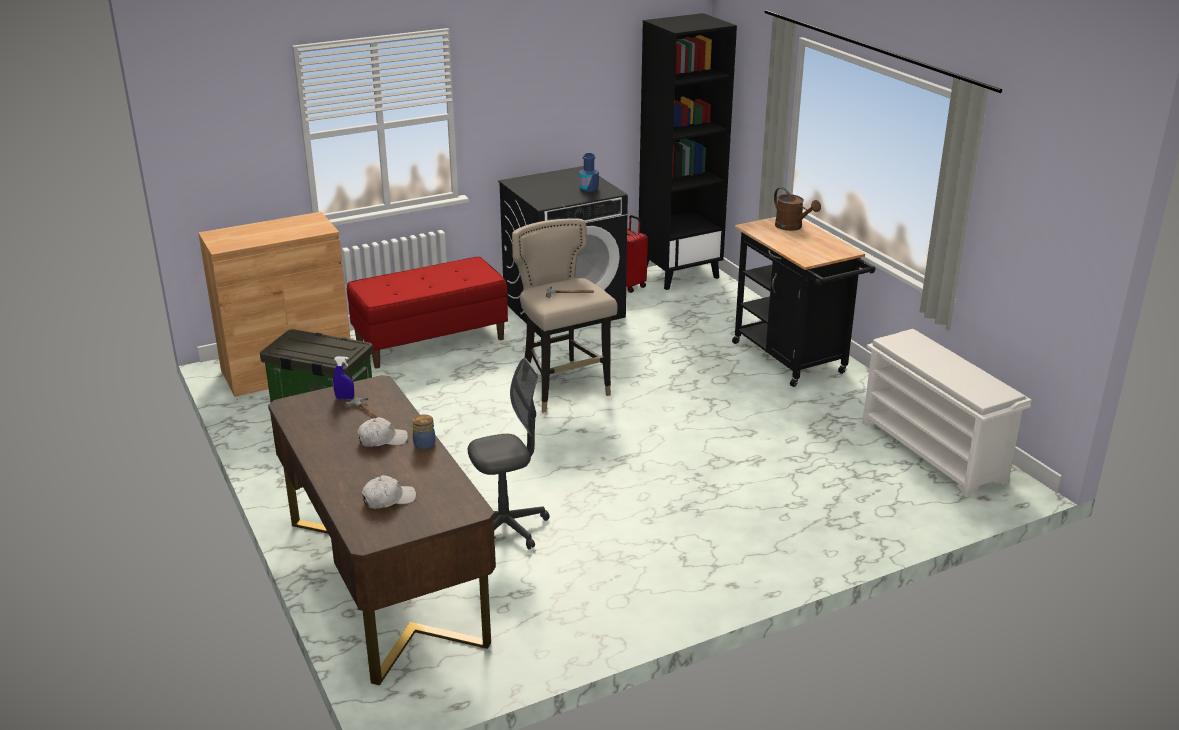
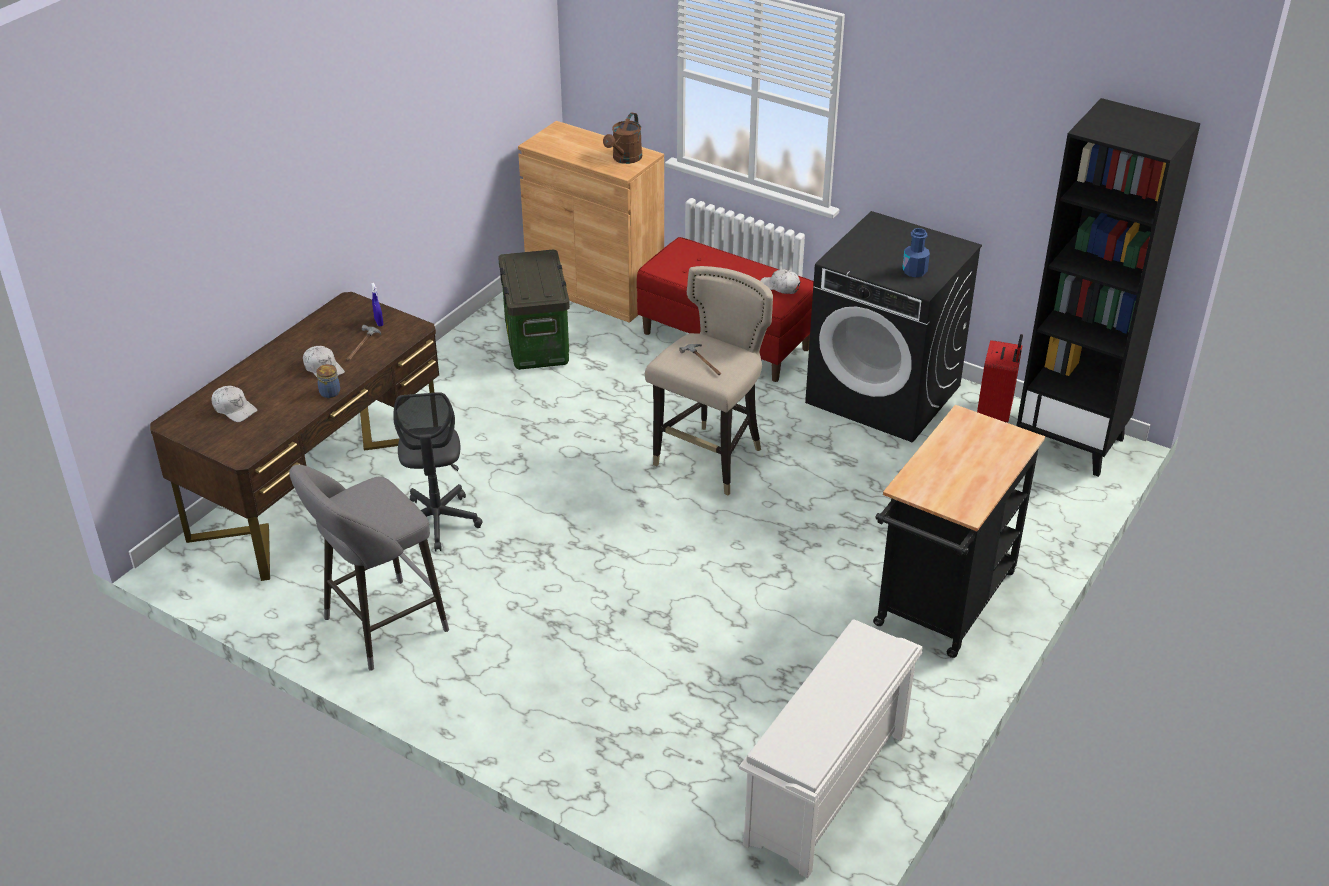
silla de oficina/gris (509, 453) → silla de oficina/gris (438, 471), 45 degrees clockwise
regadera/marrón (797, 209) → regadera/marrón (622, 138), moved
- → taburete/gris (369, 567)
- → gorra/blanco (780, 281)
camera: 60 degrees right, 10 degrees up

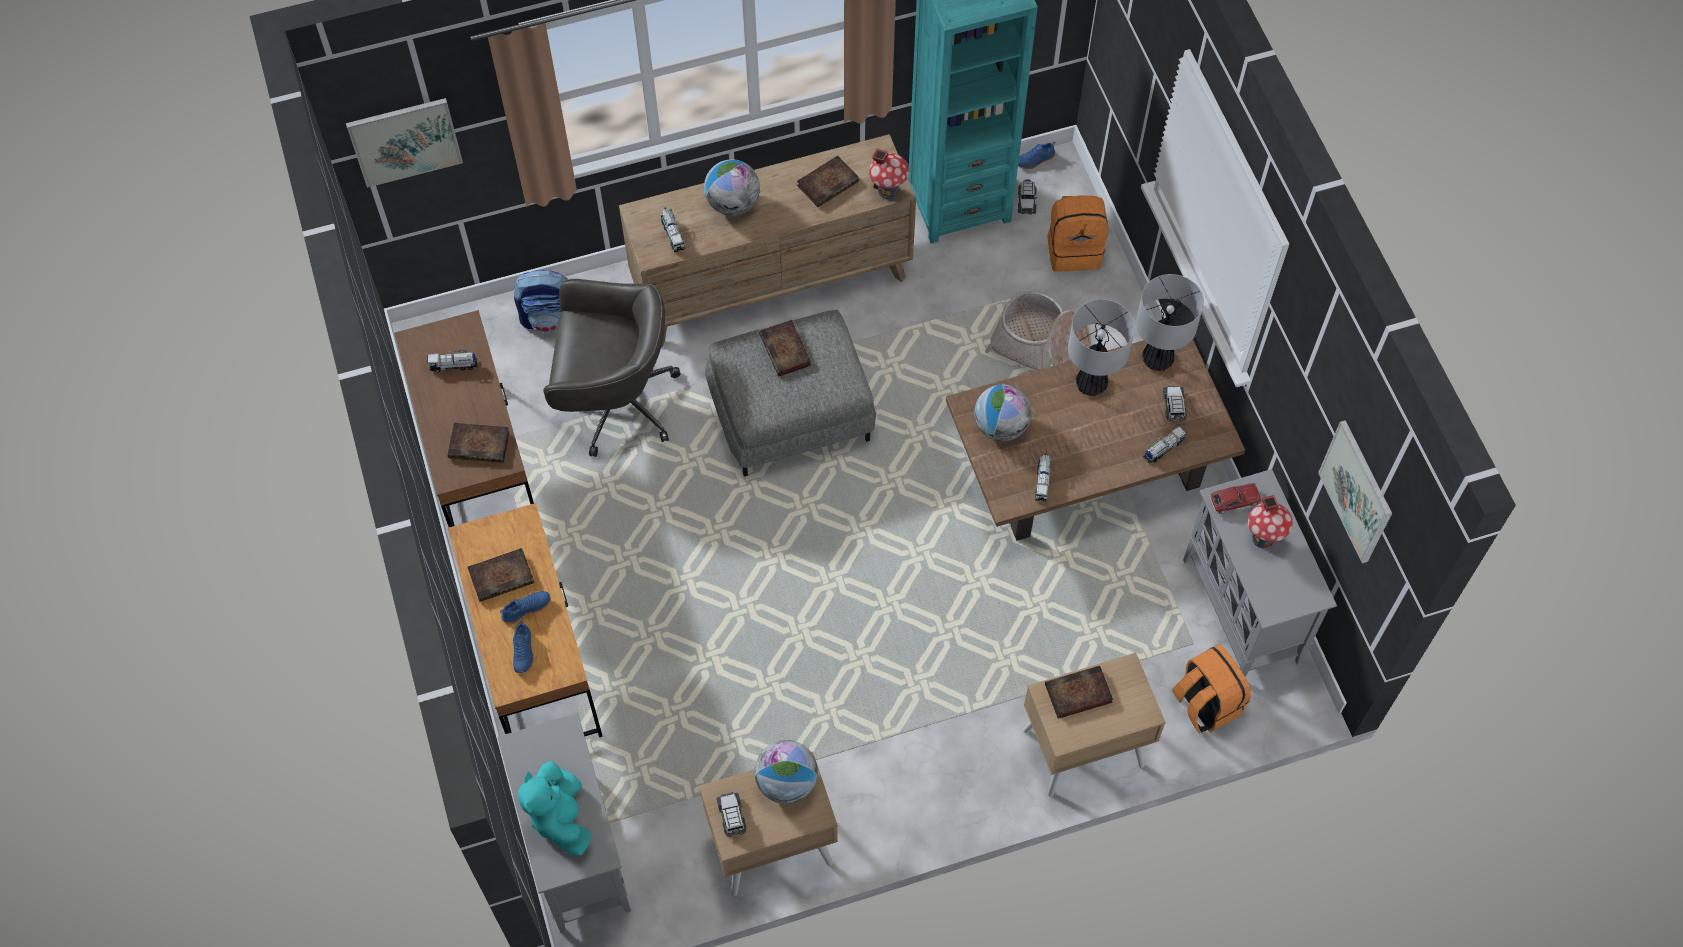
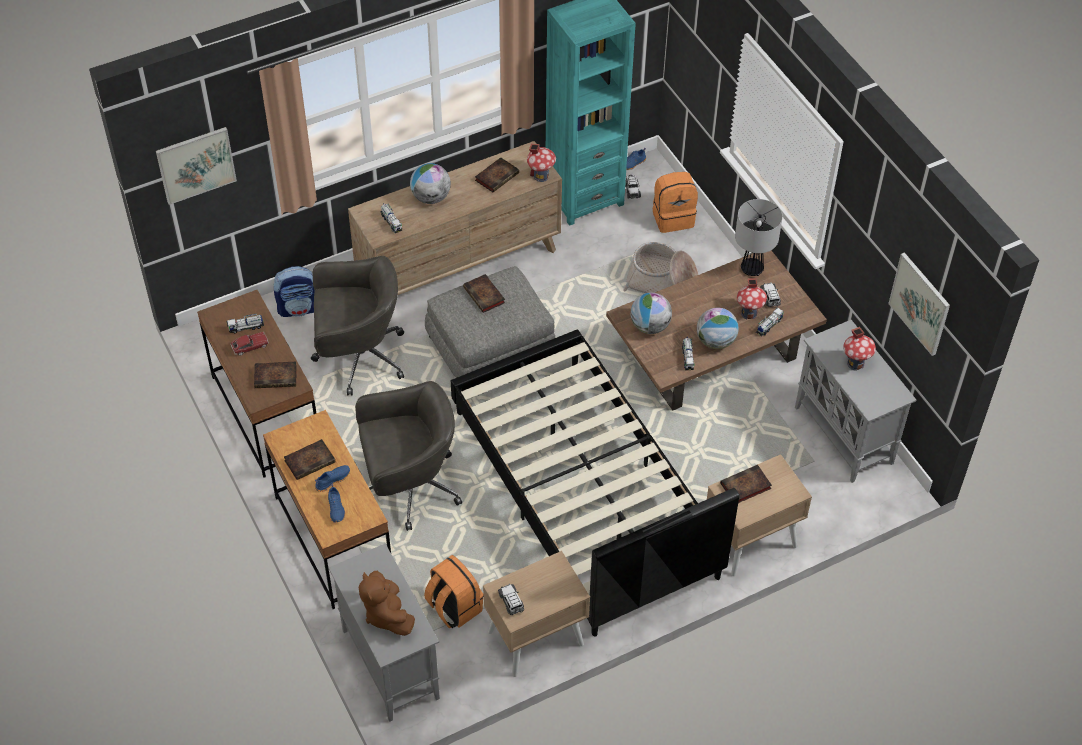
peluche/turquesa (555, 808) → peluche/marrón (387, 603)
globo terráqueo (786, 772) → globo terráqueo (718, 328), moved
lámpara de mesa (1101, 347) → -
mochila/naranja (1211, 688) → mochila/naranja (454, 591), moved
coche de juguete (1235, 498) → coche de juguete (249, 344), moved
- → silla de oficina/gris (408, 456)
- → cama/negro (595, 483)
- → casita (752, 298)
camera: 10 degrees left, 10 degrees down

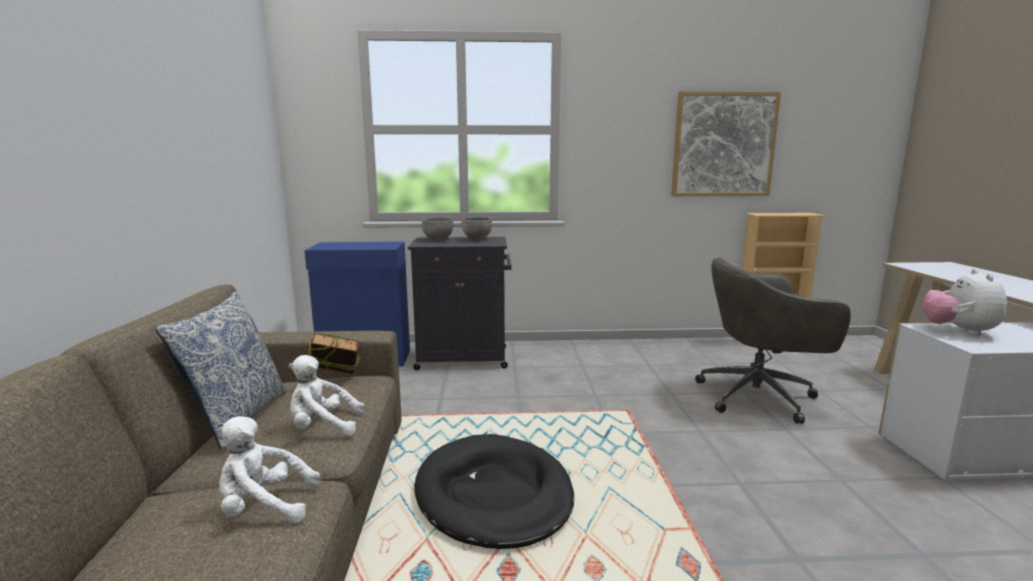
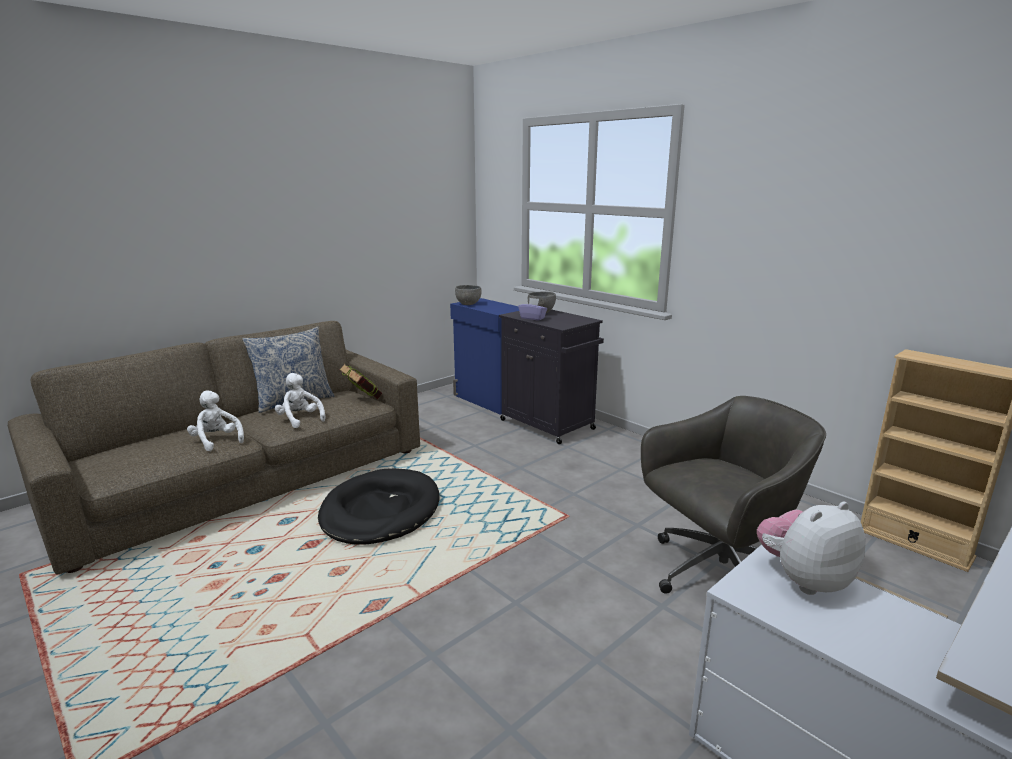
cuenco/gris (476, 228) → cuenco/gris (468, 295), moved
cuadro (726, 143) → -
silla de oficina/gris (773, 341) → silla de oficina/gris (733, 495), 105 degrees clockwise
- → caja de pañuelos/morado (532, 309)
camera: 50 degrees right, 5 degrees up

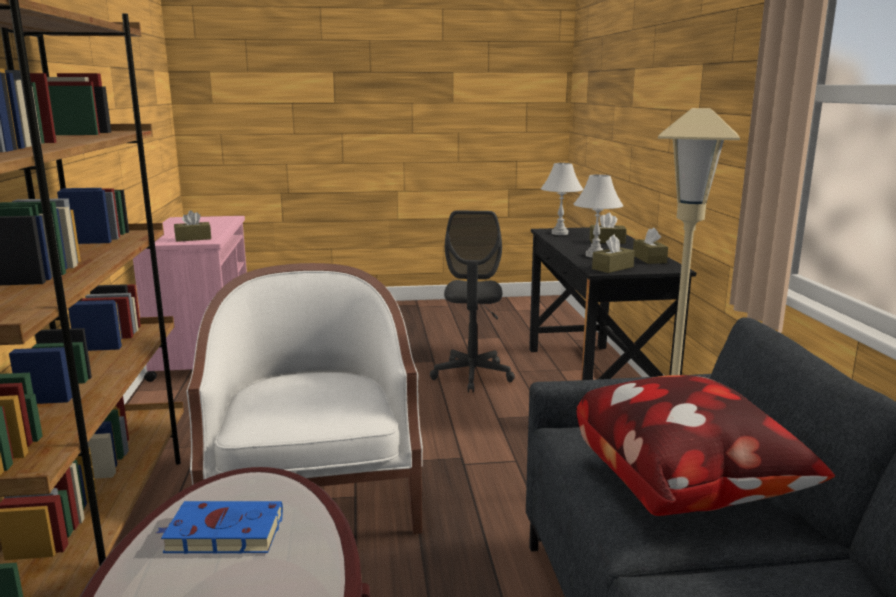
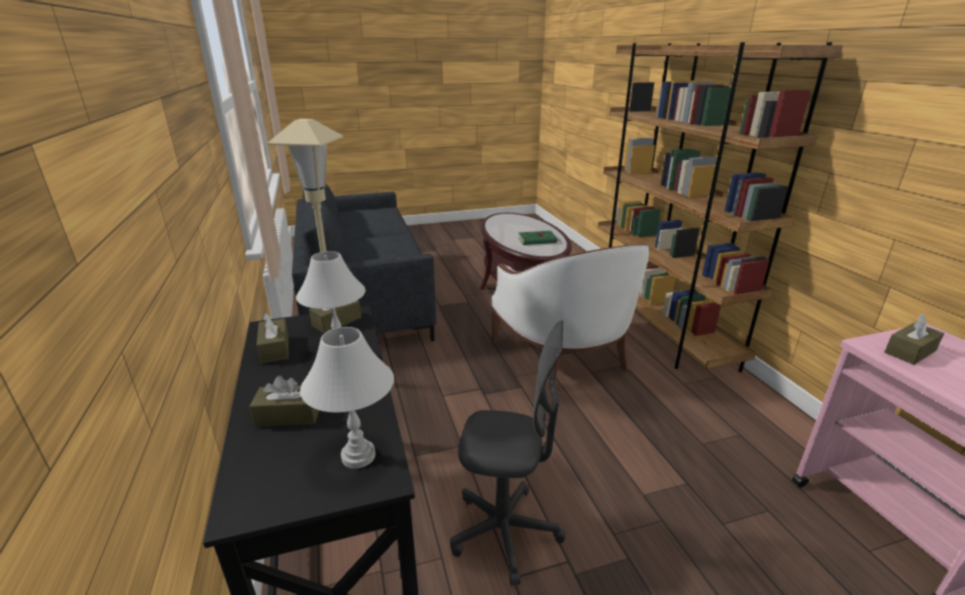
libro/azul (219, 527) → libro/verde (537, 238)
silla de oficina/gris (472, 302) → silla de oficina/gris (507, 453), 105 degrees clockwise
cojín (706, 445) → -
camera: 170 degrees right, 10 degrees up

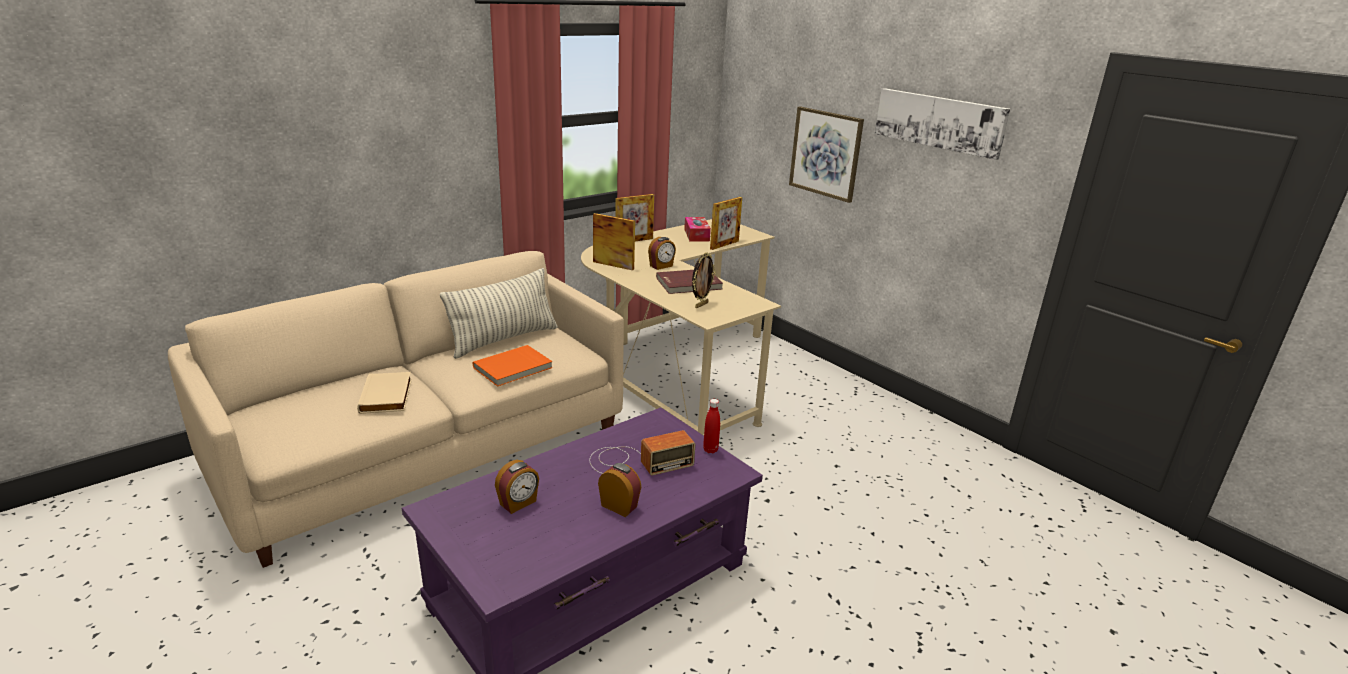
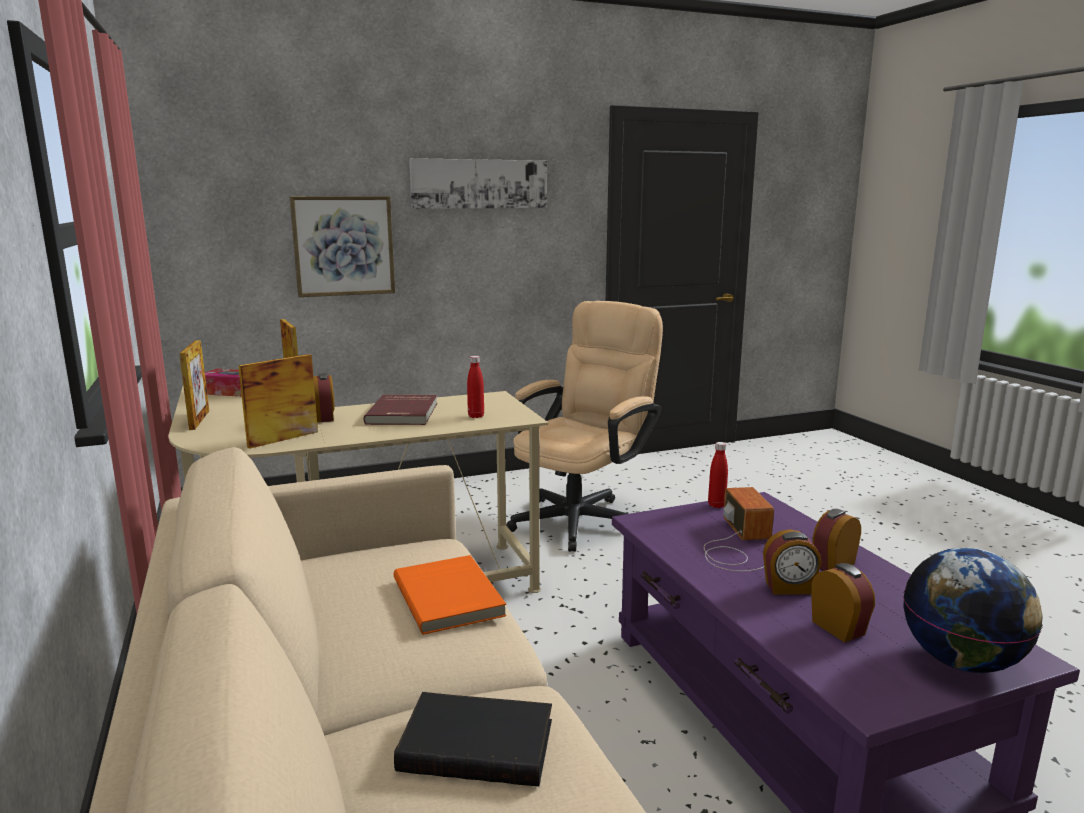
libro/beis (384, 393) → libro/negro (473, 739)
cojín (499, 313) → -
portarretratos (703, 280) → botella/rojo (475, 387)
- → silla de oficina/beis (584, 426)
- → despertador (792, 562)
- → globo terráqueo (973, 610)
camera: 70 degrees left, 10 degrees down

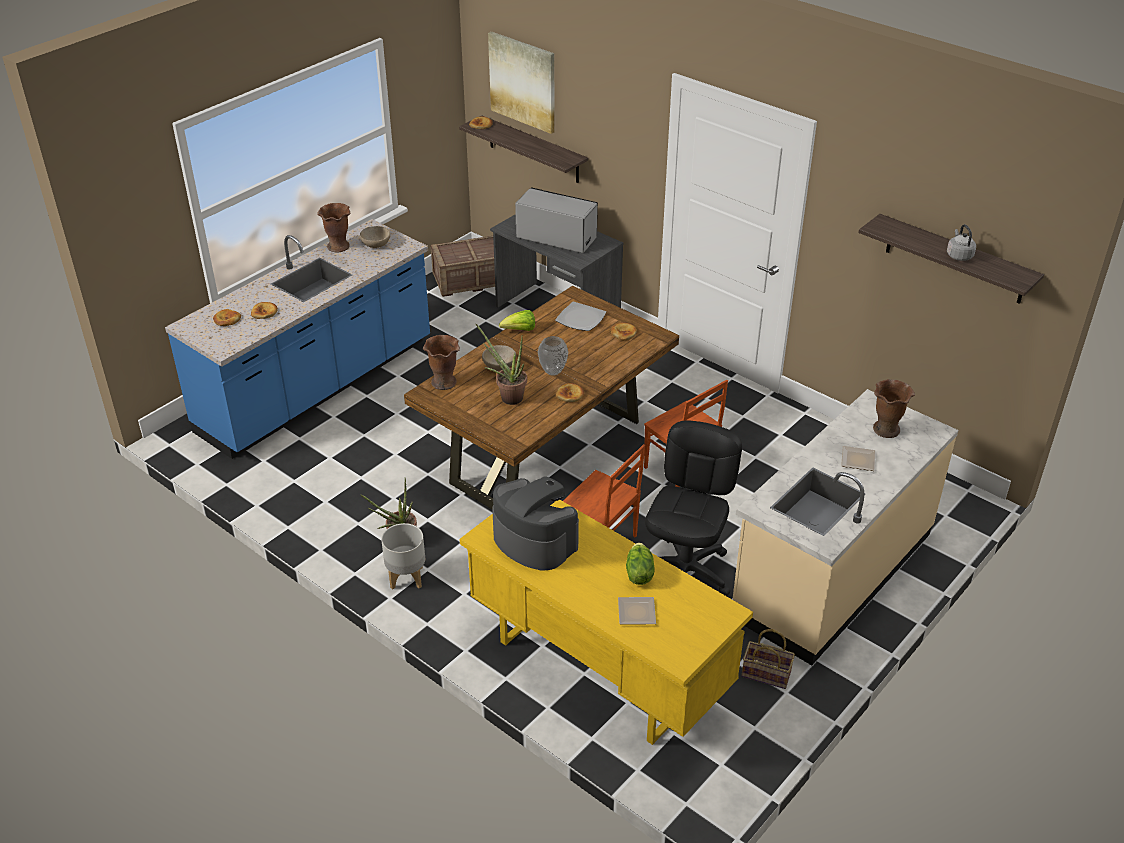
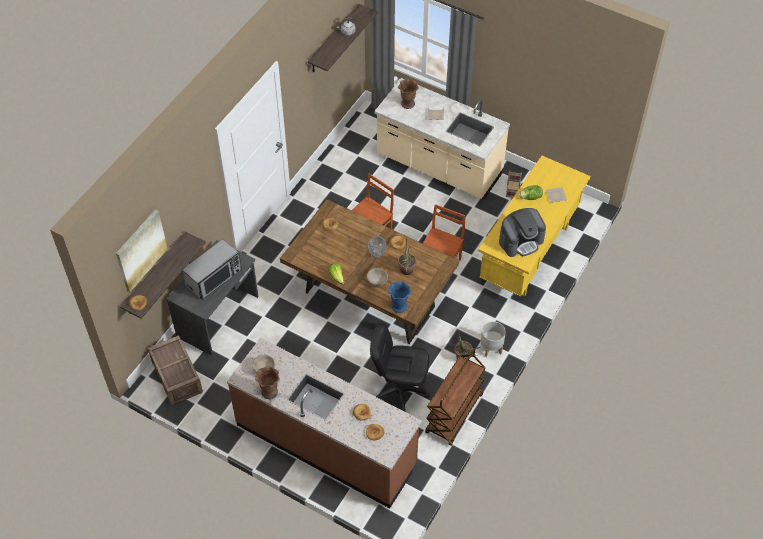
mueble bajo de cocina/azul (297, 339) → mueble bajo de cocina/marrón (324, 423)
florero/marrón (441, 362) → florero/azul (399, 297)
cafetera (535, 523) → cafetera (522, 232), 150 degrees counterclockwise
microondas (556, 220) → microondas (212, 269), 150 degrees counterclockwise
plato (580, 316) → -
silla de oficina/negro (693, 508) → silla de oficina/negro (400, 367), moved
- → carrito/marrón (455, 397)
camera: 100 degrees left, 15 degrees up

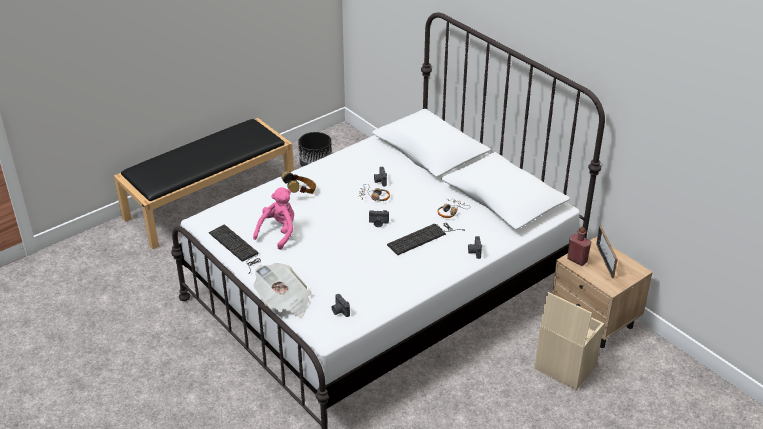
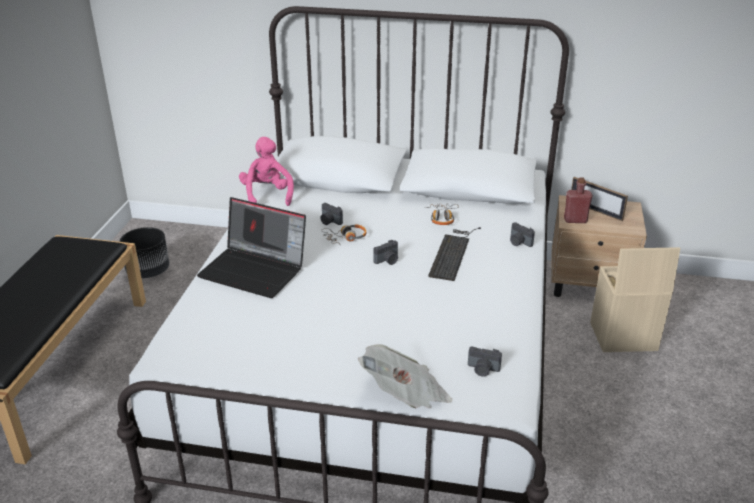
teclado (235, 249) → -
peluche/rosa (273, 218) → peluche/rosa (266, 171), moved
auriculares (299, 182) → portátil (251, 247)
camera: 40 degrees left, 5 degrees down

